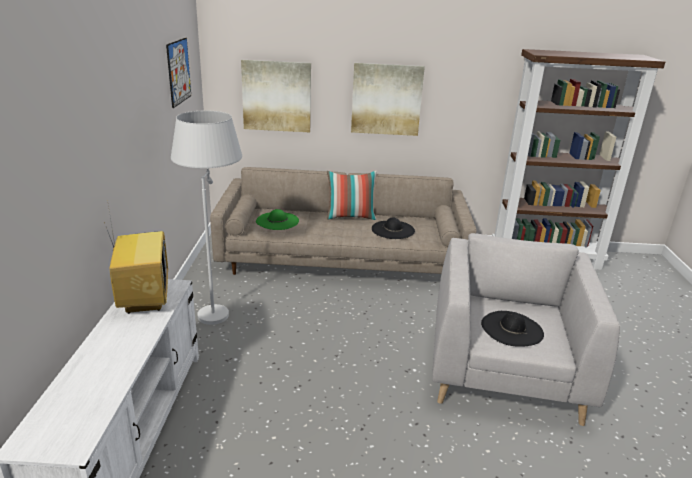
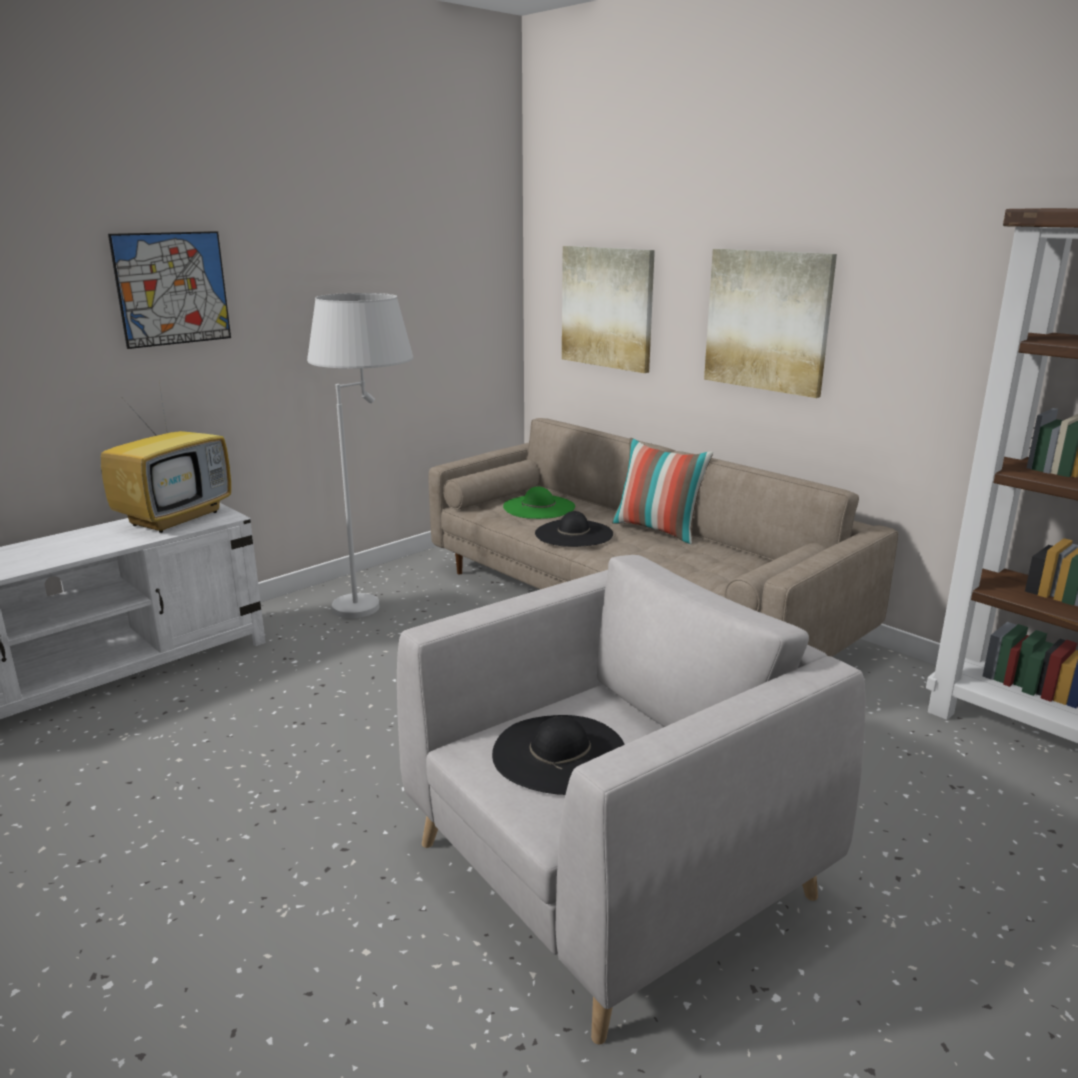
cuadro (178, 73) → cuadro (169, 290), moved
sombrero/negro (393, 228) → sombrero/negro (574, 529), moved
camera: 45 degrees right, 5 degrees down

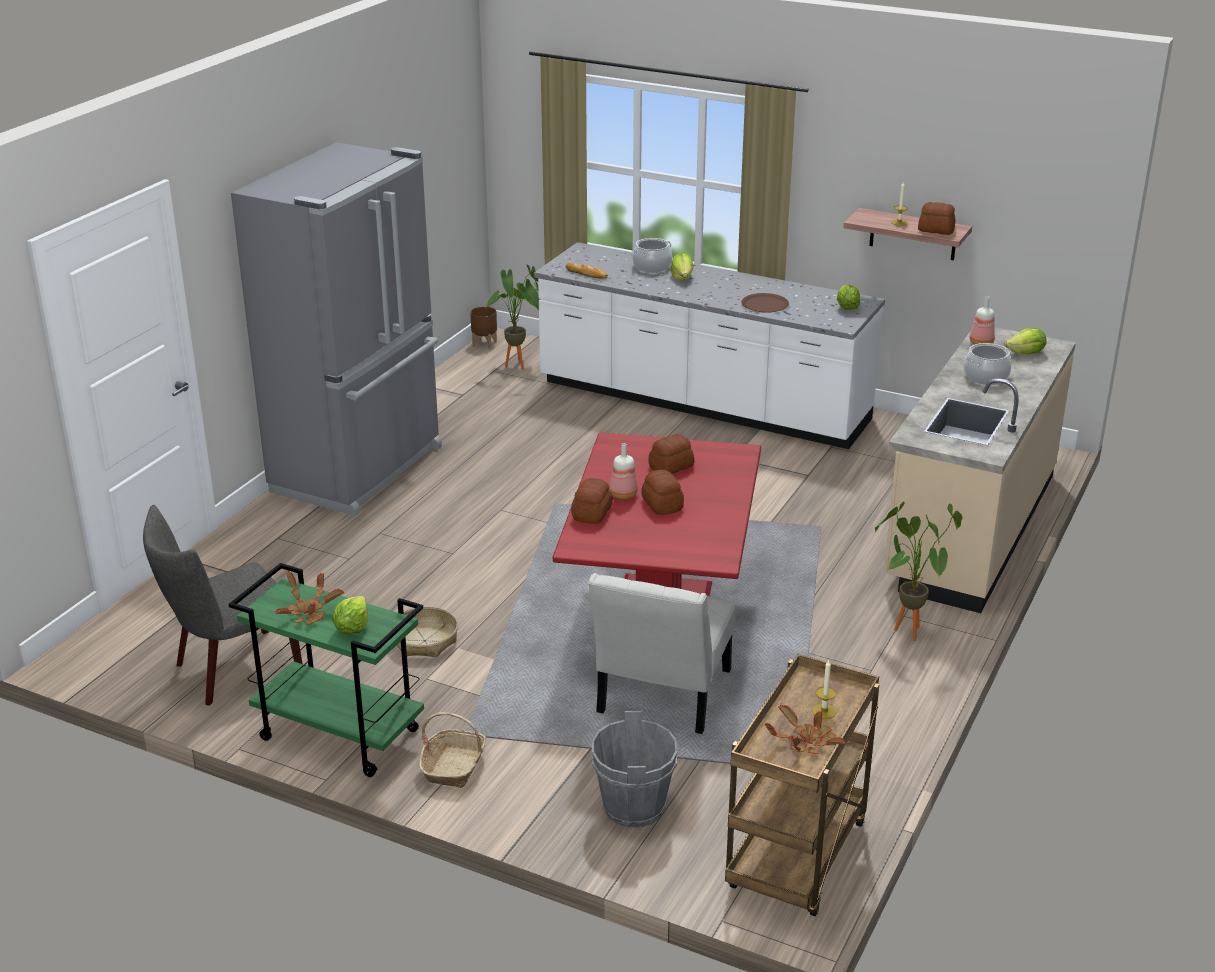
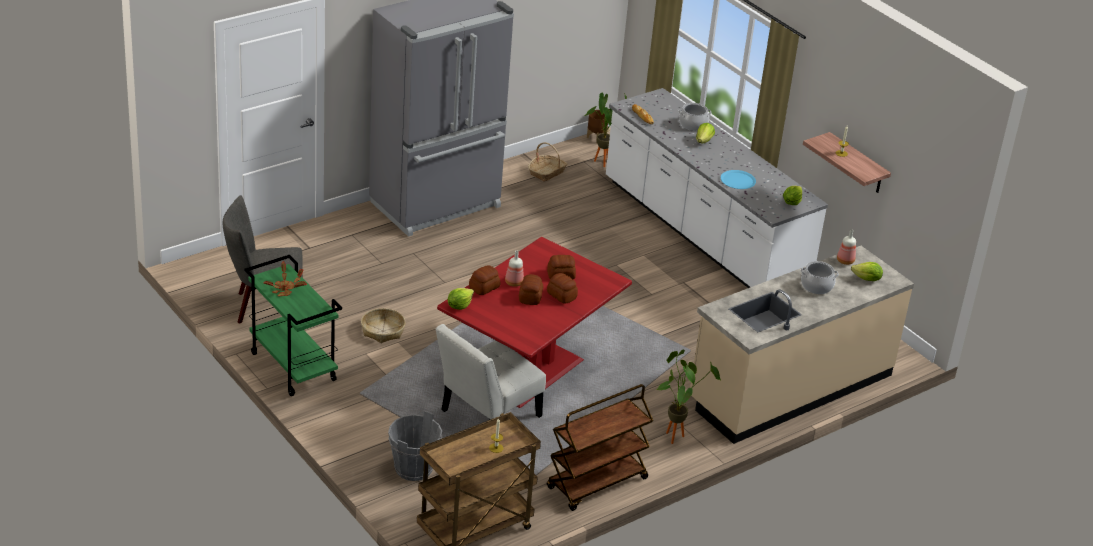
lechuga (350, 615) → lechuga (460, 299), moved
cesta (452, 750) → cesta (547, 162), moved
plato/marrón (765, 303) → plato/azul (738, 179)
planta en maceta (805, 729) → -
pan (936, 218) → pan (562, 288), moved
- → carrito/marrón (600, 447)
camera: 25 degrees right, 5 degrees up

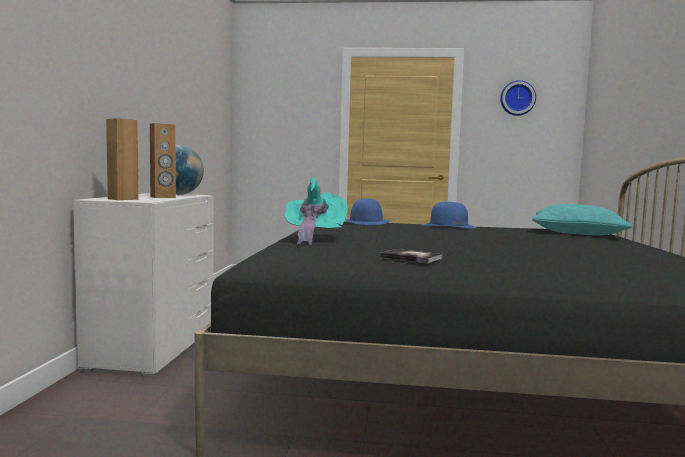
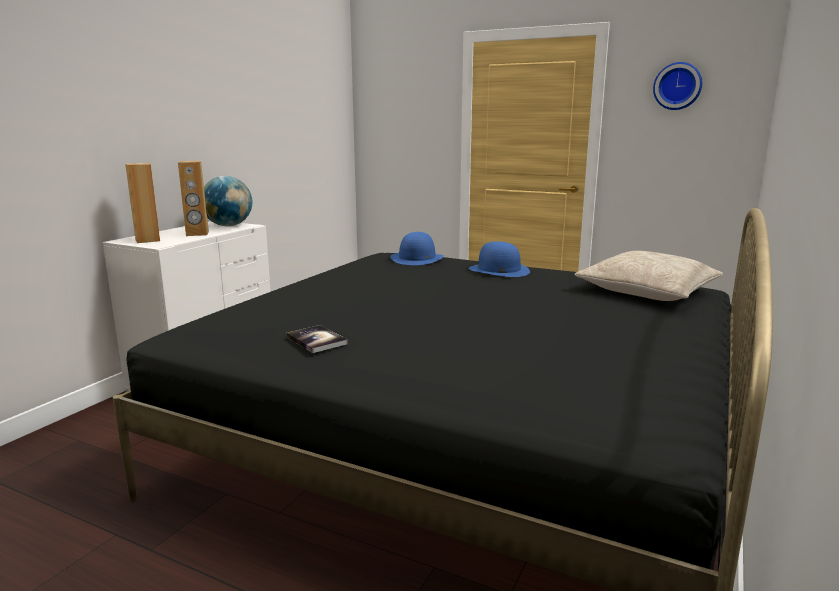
sombrero/turquesa (316, 211) → -
cojín/turquesa (582, 220) → cojín/beis (649, 276)
camera: 20 degrees right, 10 degrees up

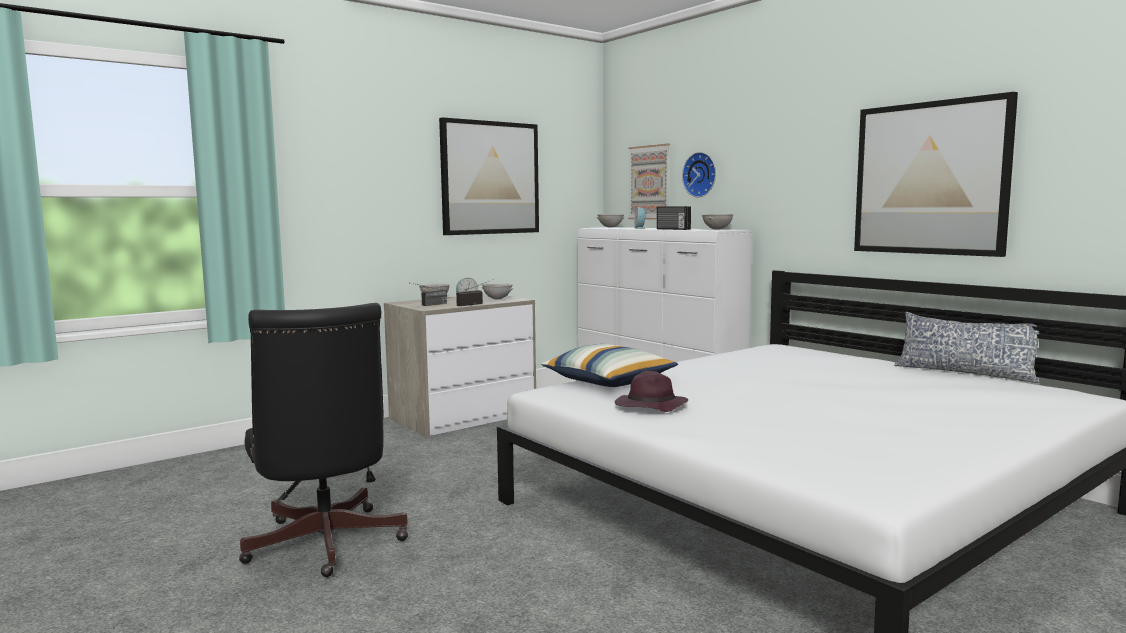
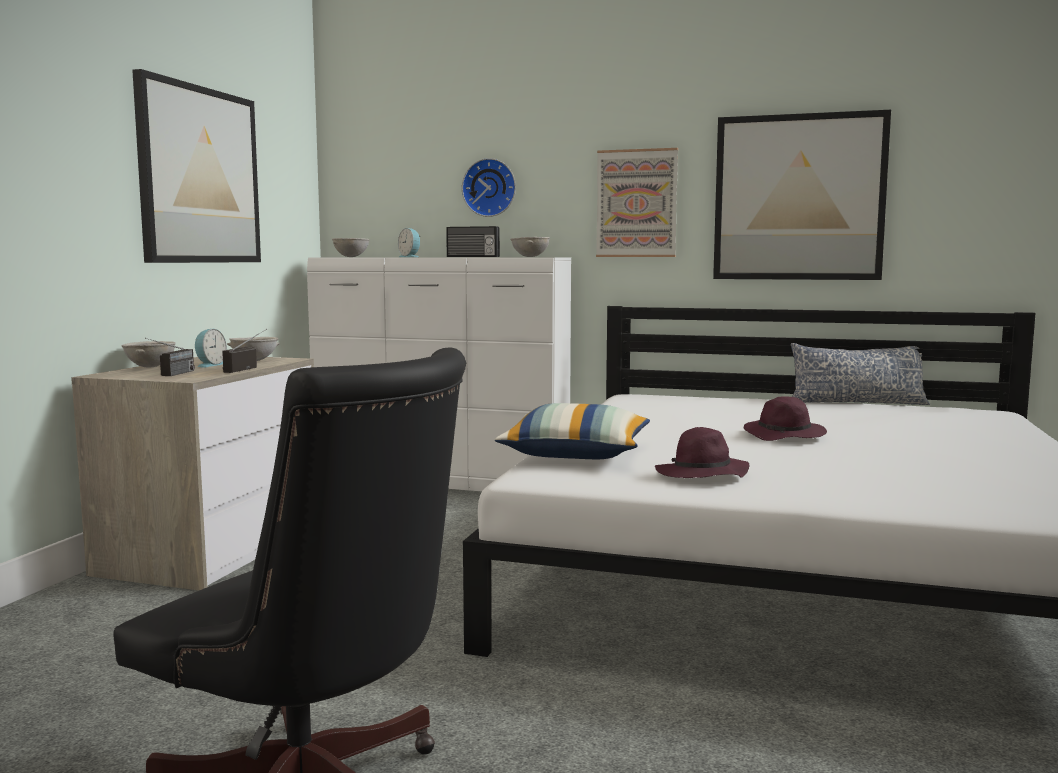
cuadro (649, 181) → cuadro (637, 202), moved
- → sombrero/morado (785, 418)
camera: 35 degrees left, 0 degrees up

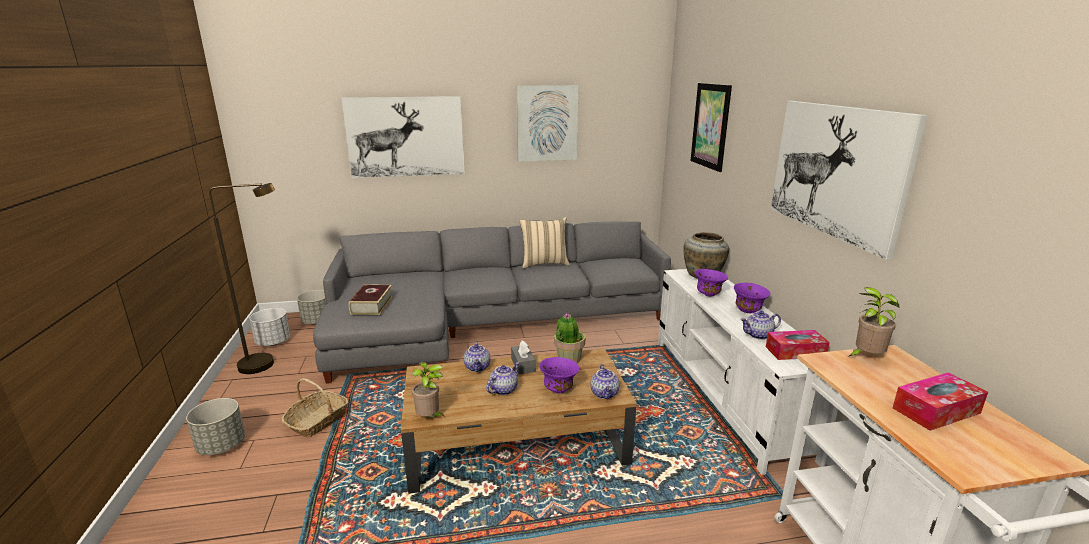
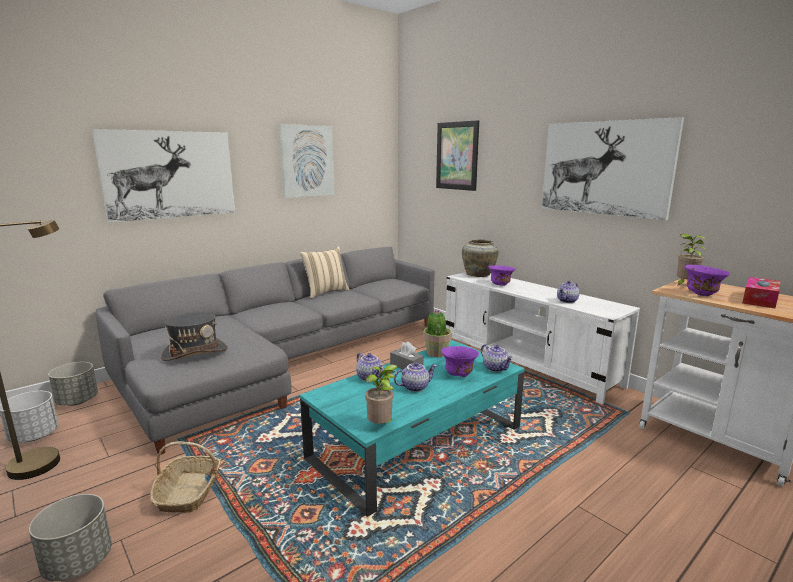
libro (371, 299) → sombrero/gris (194, 336)
mesa de centro/marrón (519, 421) → mesa de centro/turquesa (412, 428)
tetera (502, 378) → tetera (415, 377), 60 degrees clockwise
cuenco/morado (752, 298) → cuenco/morado (707, 280), moved
caja de pañuelos (798, 345) → -
camera: 30 degrees left, 5 degrees down

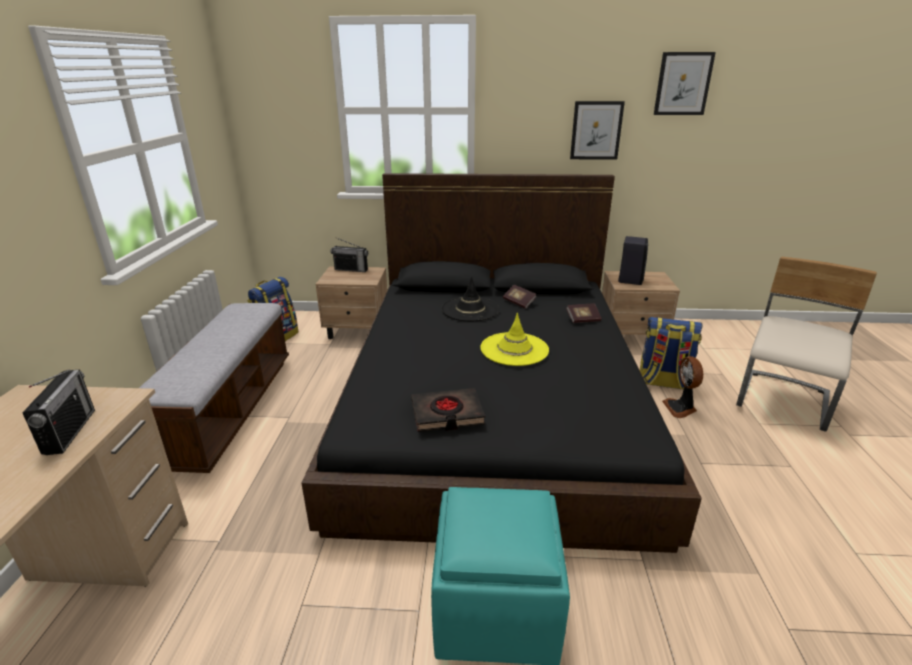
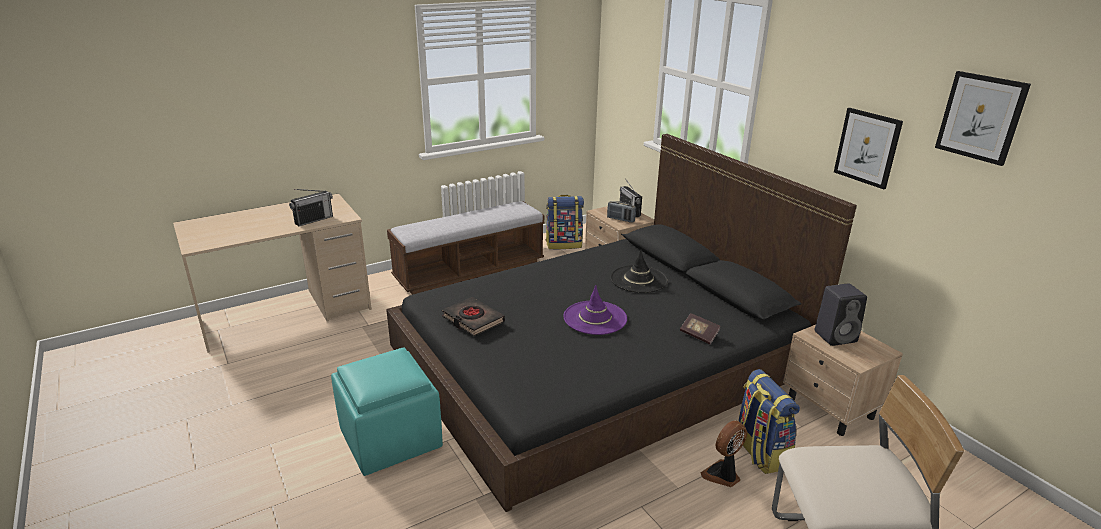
sombrero/amarillo (514, 339) → sombrero/morado (595, 310)
libro (520, 297) → -
- → radio (621, 212)
camera: 55 degrees right, 0 degrees up

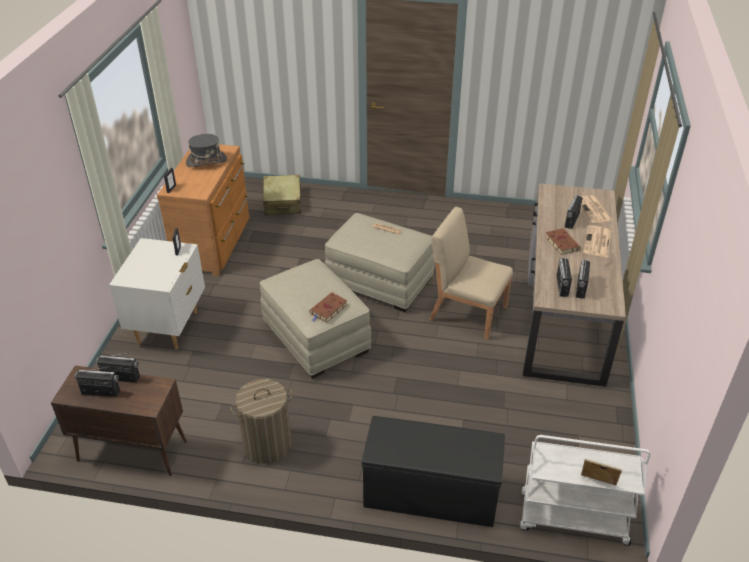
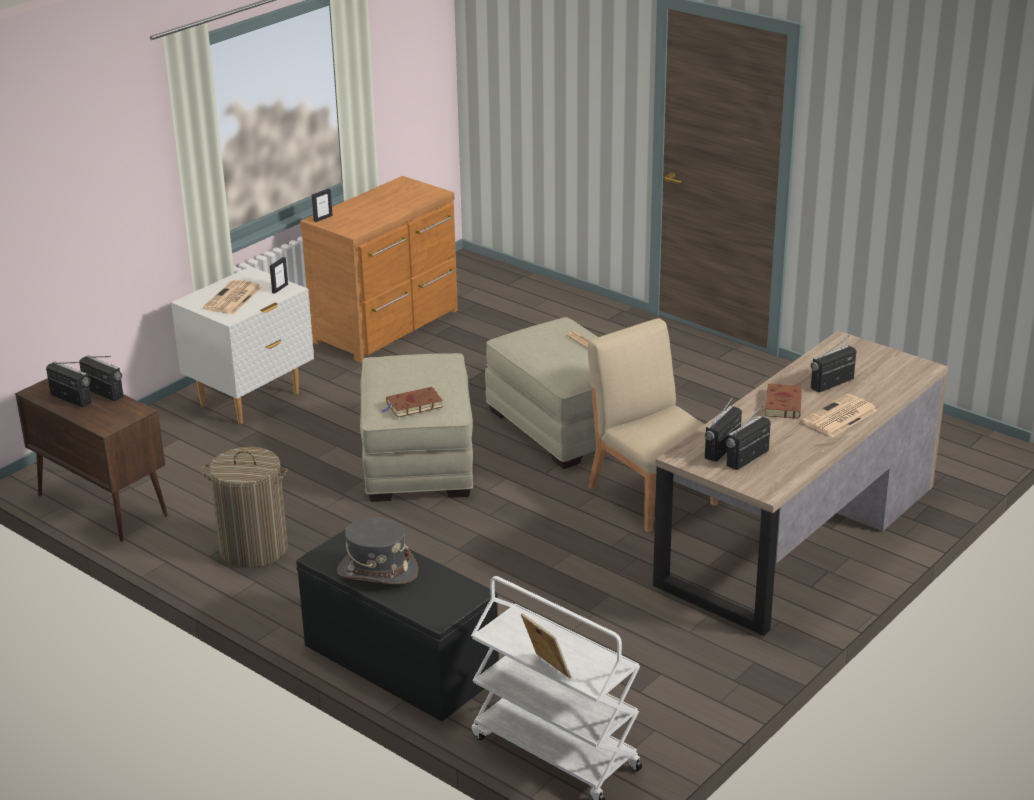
sombrero/gris (206, 150) → sombrero/gris (377, 550), moved
maleta/beis (282, 195) → -
periódico (597, 209) → periódico (232, 297), moved
camera: 30 degrees right, 10 degrees down

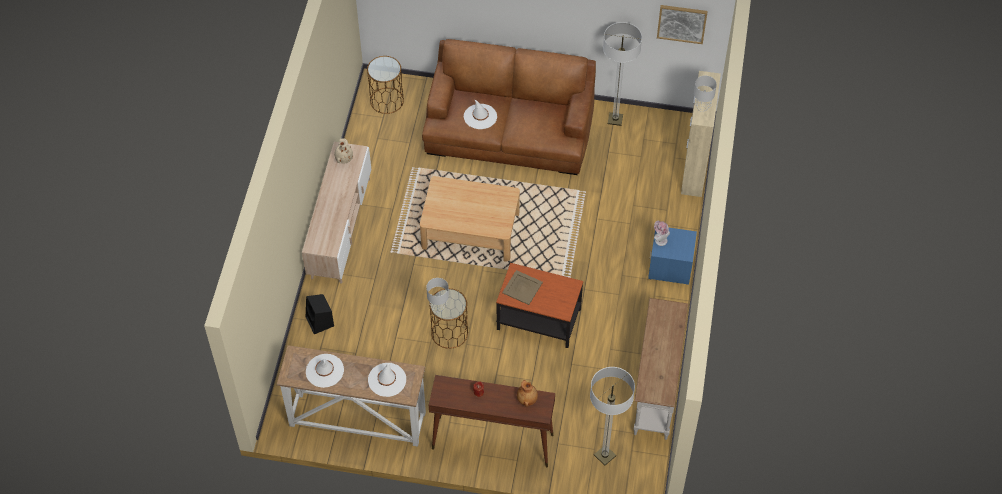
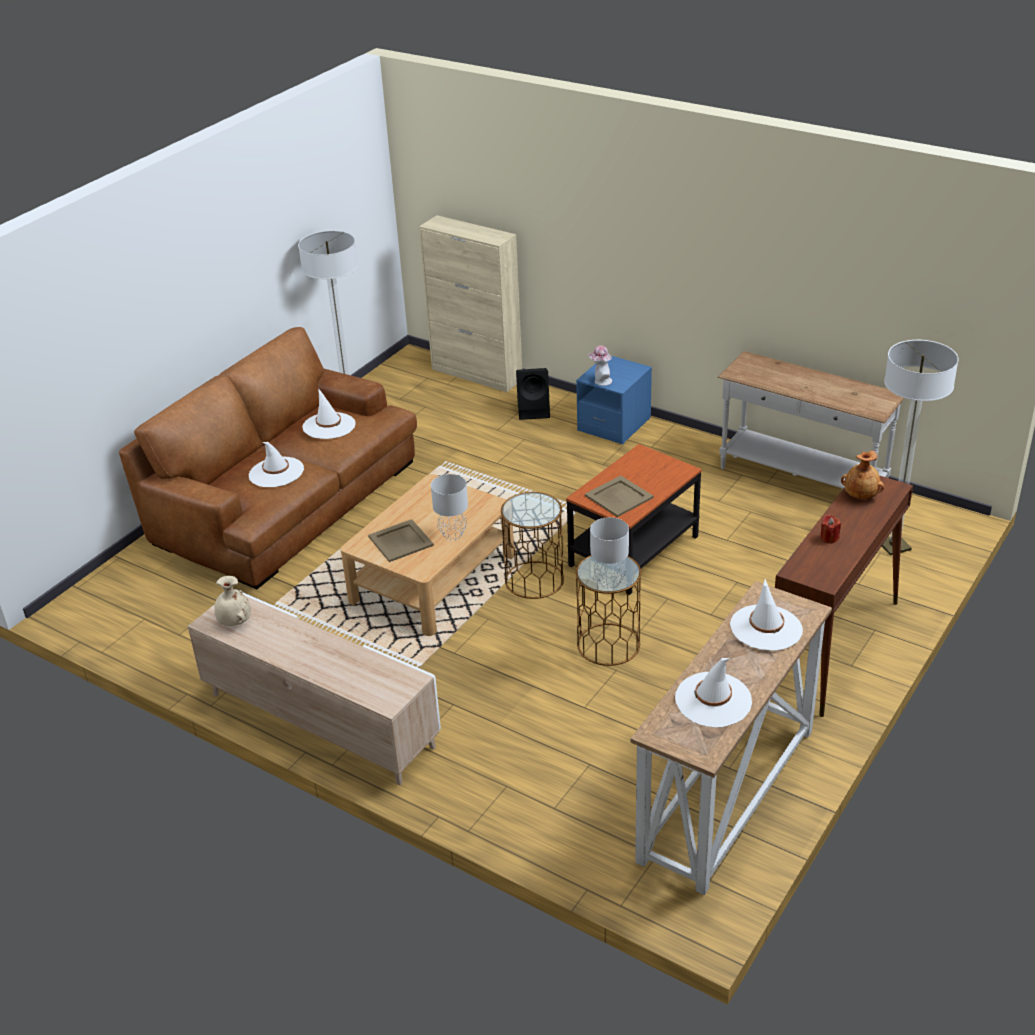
altavoz/negro (320, 314) → altavoz/negro (533, 394), moved
mesa auxiliar/marrón (385, 85) → mesa auxiliar/marrón (532, 545), moved
cuadro (682, 24) → -
lámpara de mesa/gris (705, 94) → lámpara de mesa/gris (449, 507), moved
- → sombrero/blanco (329, 414)
- → bandeja/beis (401, 540)
camera: 65 degrees left, 20 degrees down

